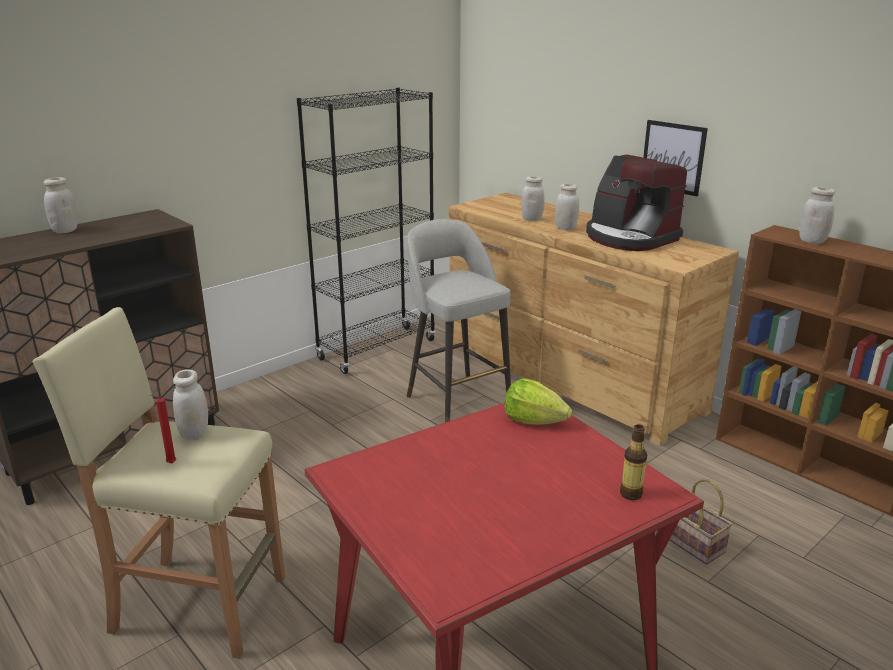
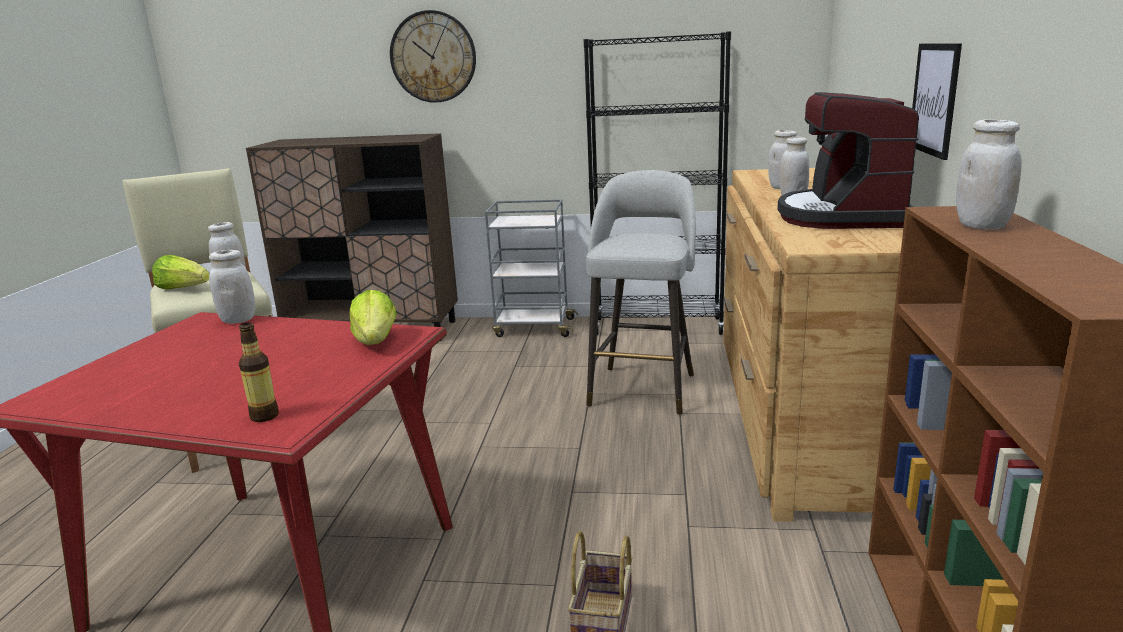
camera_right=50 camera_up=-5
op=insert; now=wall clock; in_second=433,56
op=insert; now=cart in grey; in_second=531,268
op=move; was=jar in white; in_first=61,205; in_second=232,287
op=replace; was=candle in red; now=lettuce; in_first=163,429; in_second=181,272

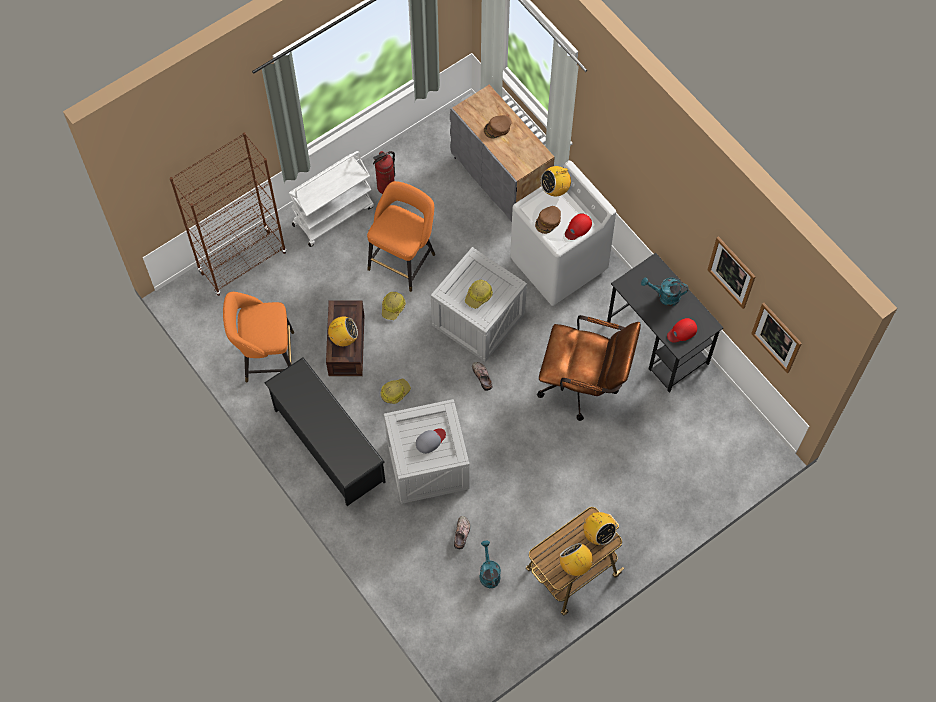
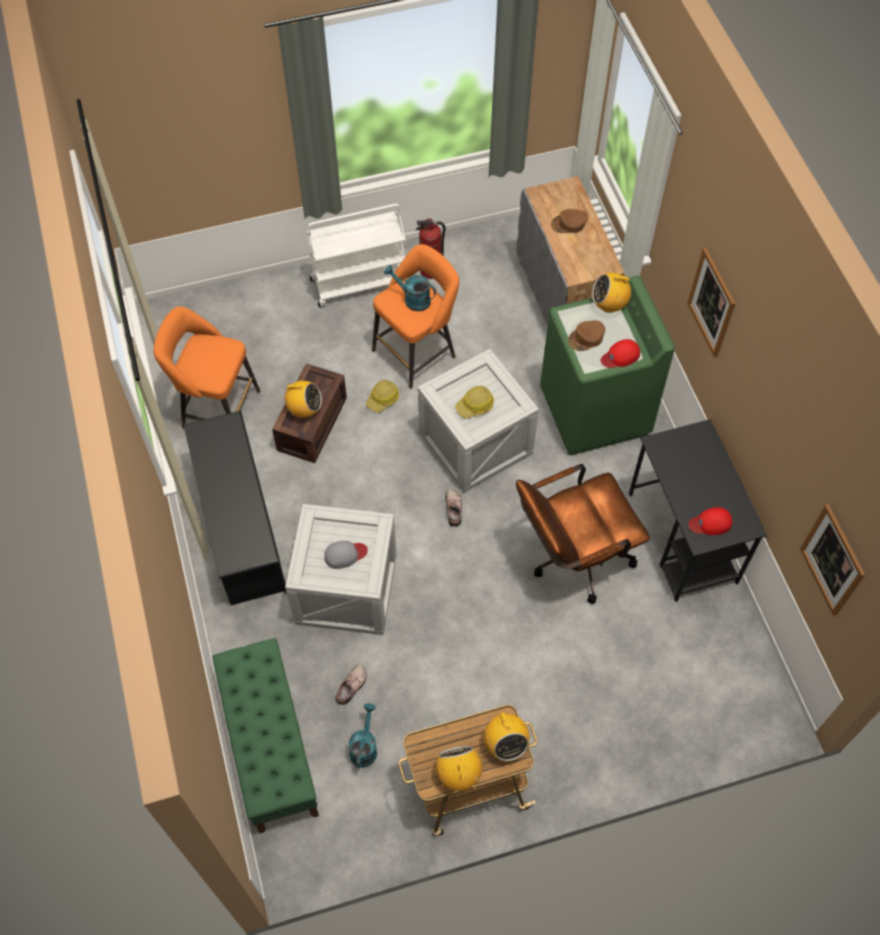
camera_right=20 camera_up=-5
op=delete; was=bookcase in brown; in_first=228,214
op=delete; was=hard hat; in_first=396,391
op=insert; now=bench in green; in_second=265,735
op=move; was=watering can in turquoise; in_first=664,291; in_second=410,288
op=move; was=picture; in_first=732,273; in_second=711,302
op=recolor; was=washing machine in white; now=washing machine in green; in_first=563,233; in_second=607,365
op=rotate; was=office chair in brown; in_first=589,368; in_second=583,534; clockwise=120

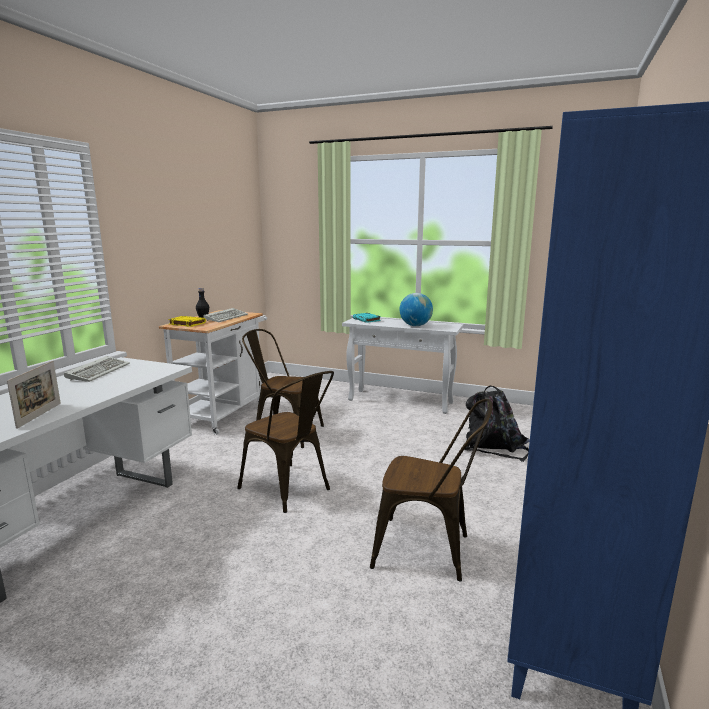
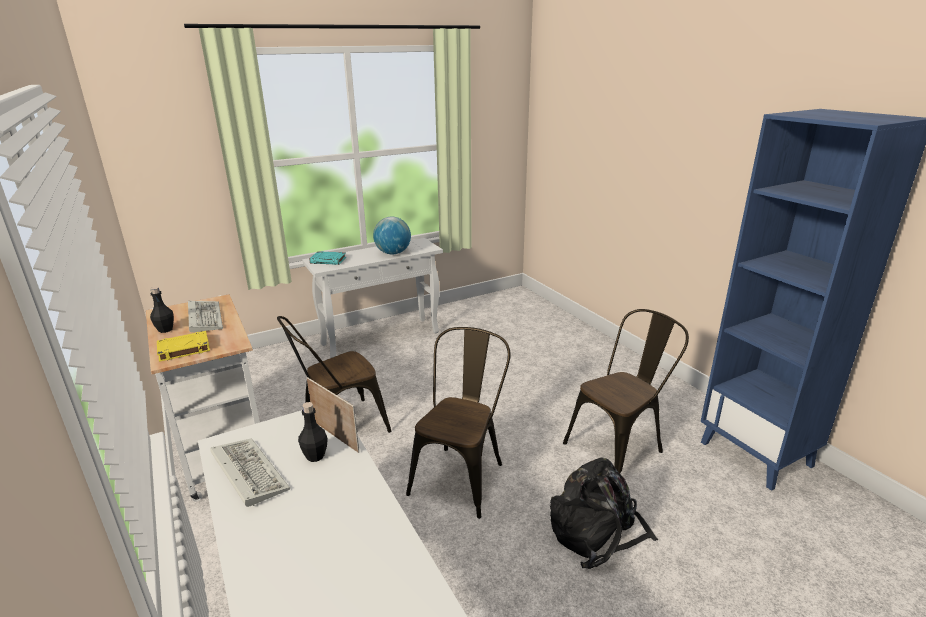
camera_right=-50 camera_up=10
op=insert; now=bottle in black; in_second=313,432
op=move; was=picture frame; in_first=34,395; in_second=333,415
op=move; was=backpack in black; in_first=497,424; in_second=604,513
op=rotate; was=chair in brown; in_first=285,442; in_second=458,423; clockwise=-60

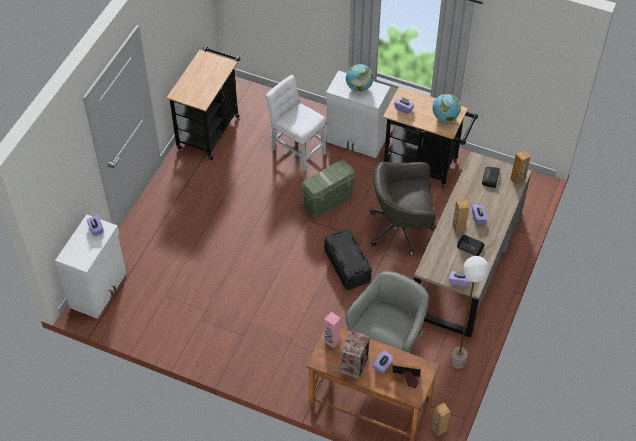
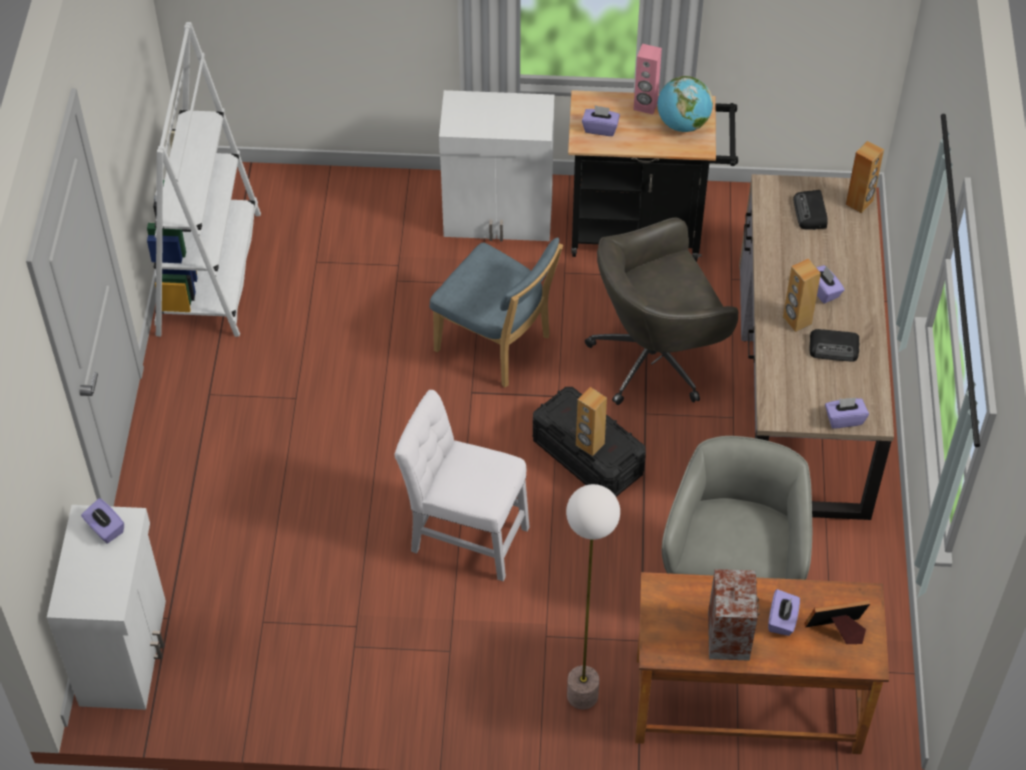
camera_right=-20 camera_up=0
op=delete; was=globe; in_first=360,78
op=move; was=chair in white; in_first=295,123; in_second=462,485
op=move; was=speaker in pink; in_first=332,330; in_second=647,79
op=move; was=speaker in brown; in_first=441,419; in_second=591,421
op=move; was=floor lamp; in_first=470,312; in_second=593,596
op=replace; was=cart in black; now=bookcase in white; in_first=203,103; in_second=204,179
op=replace; was=storage box in green; now=chair in blue; in_first=328,189; in_second=496,312

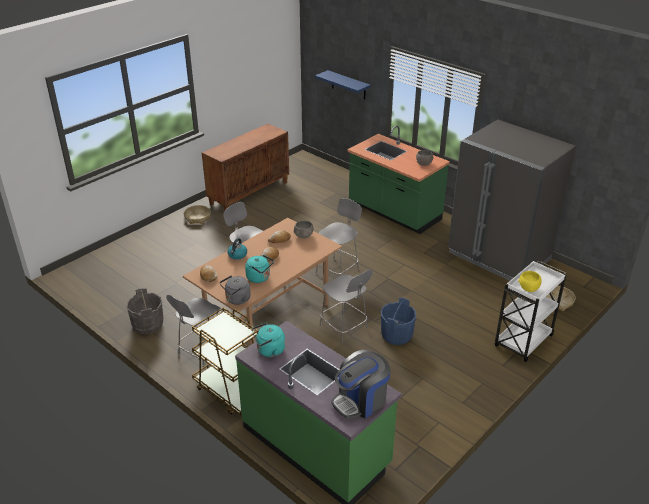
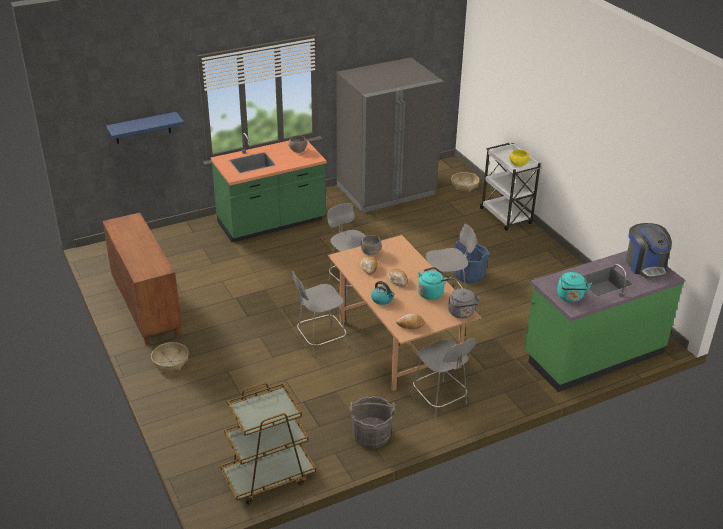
camera_right=-70 camera_up=0
op=move; was=cart in brown; in_first=225,361; in_second=268,444

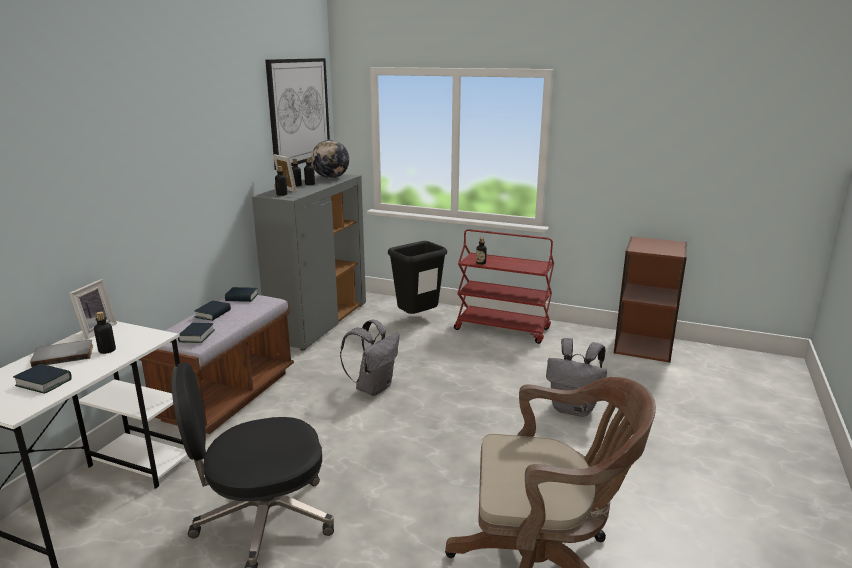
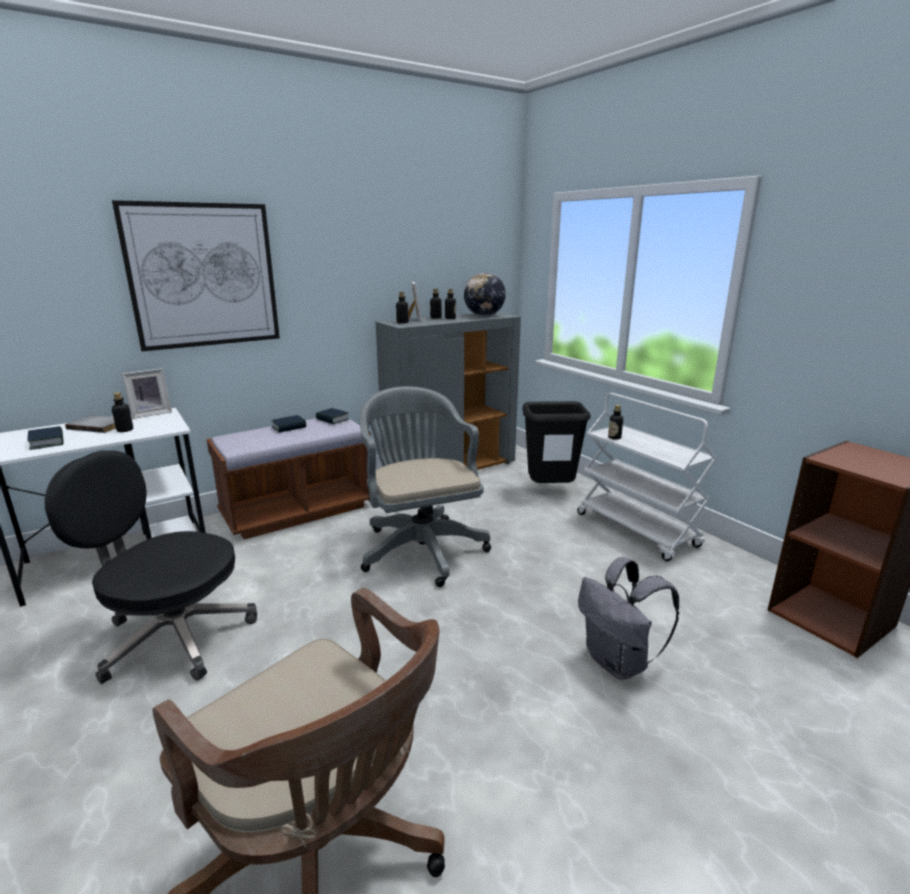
camera_right=35 camera_up=0
op=delete; was=book; in_first=196,333
op=move; was=picture; in_first=297,114; in_second=196,275
op=replace; was=backpack in grey; now=office chair in grey; in_first=369,357; in_second=425,486
op=recolor; was=cart in red; now=cart in white; in_first=504,286; in_second=647,477

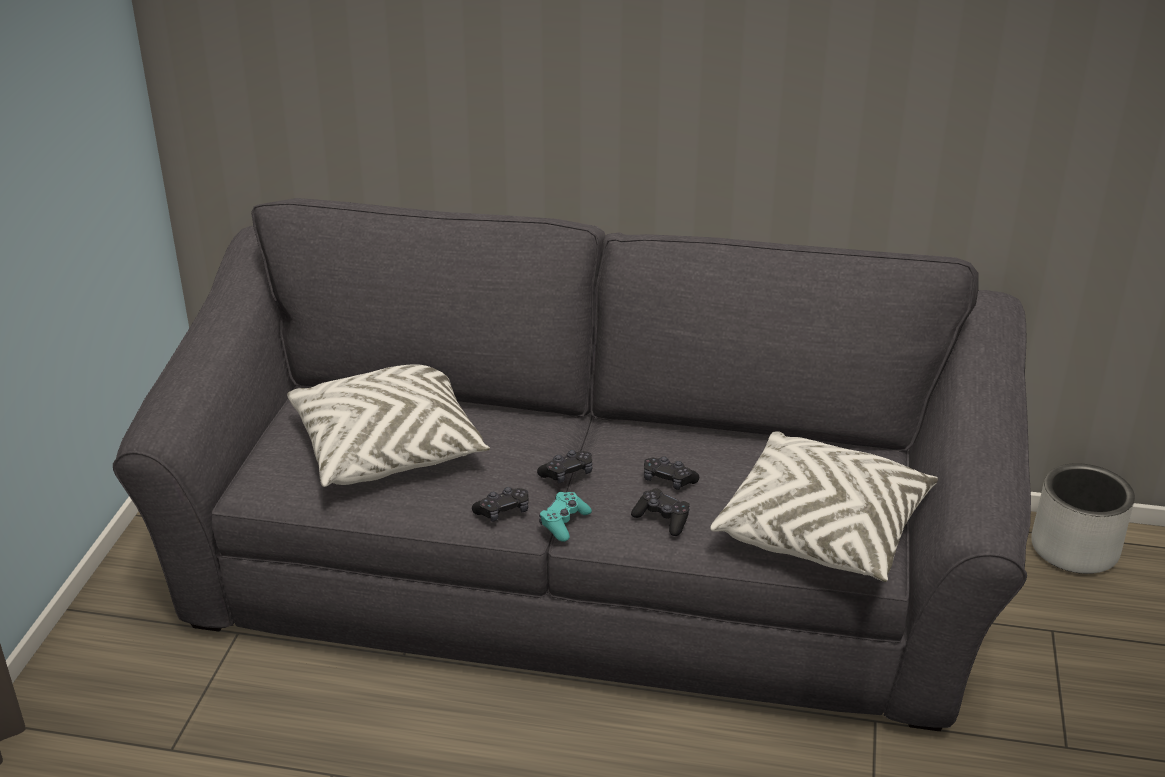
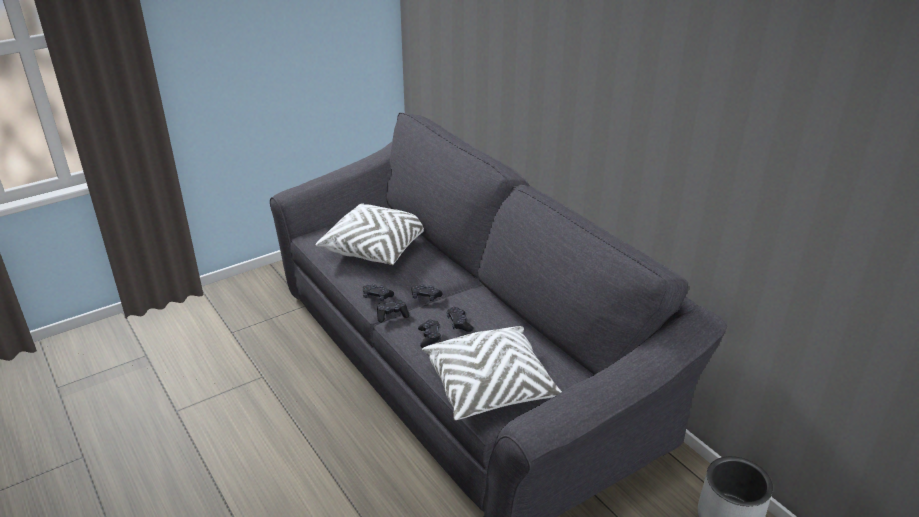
camera_right=45 camera_up=0
op=recolor; was=game controller in turquoise; now=game controller in black; in_first=565,517; in_second=393,311

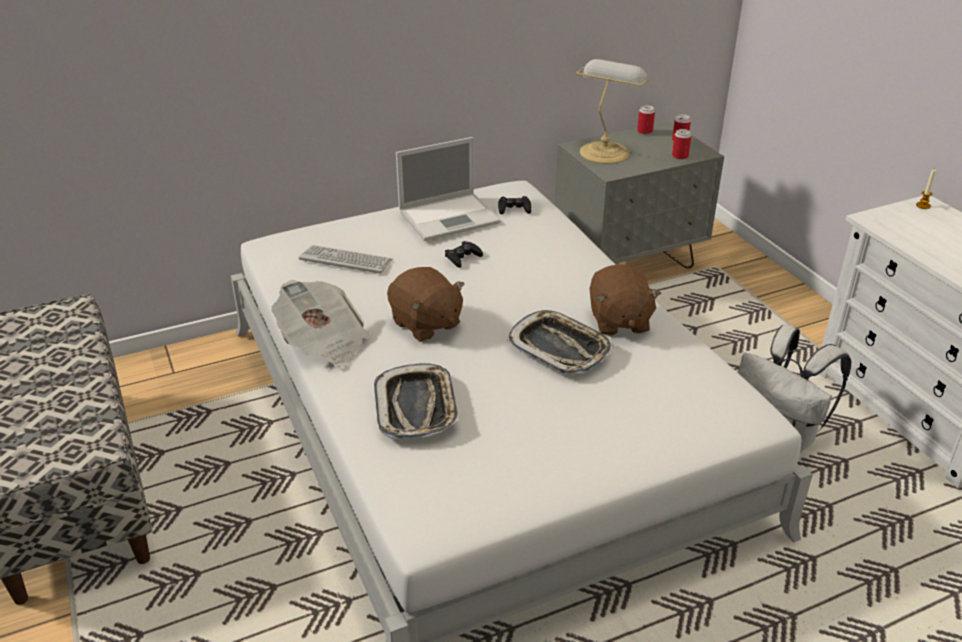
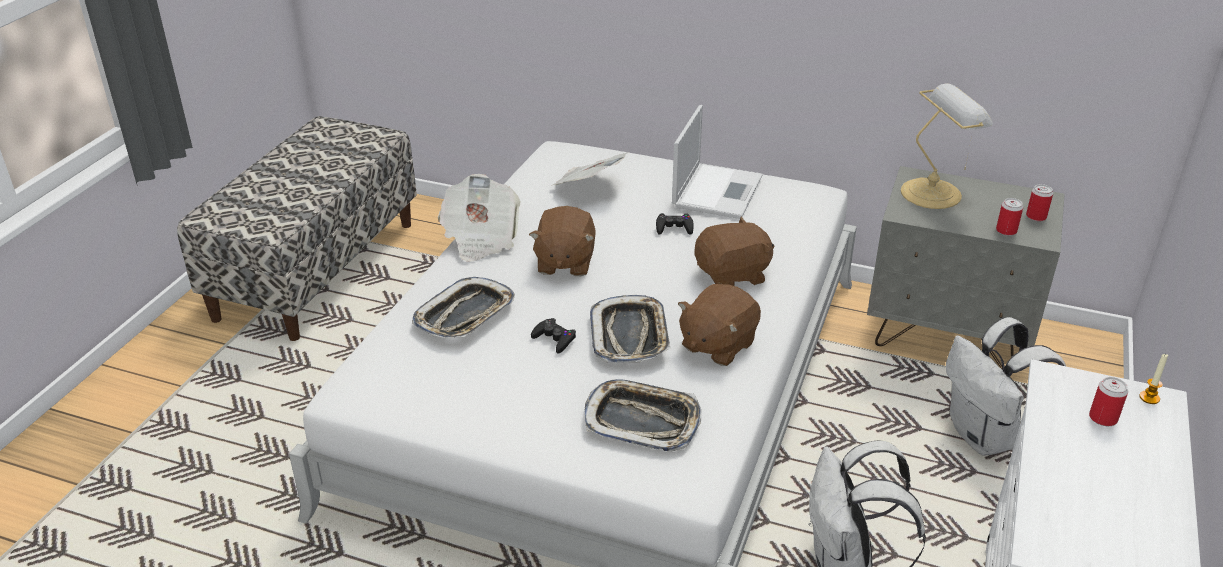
camera_right=45 camera_up=0
op=insert; now=tray; in_second=643,415
op=insert; now=plush toy in brown; in_second=734,251
op=insert; now=backpack in white; in_second=1006,386
op=move; was=game controller in black; in_first=514,205; in_second=553,336
op=move; was=can; in_first=646,120; in_second=1108,401
op=replace; was=keyboard; now=newspaper; in_first=346,259; in_second=590,169
op=rotate; was=laptop; in_first=448,189; in_second=717,162; clockwise=-90

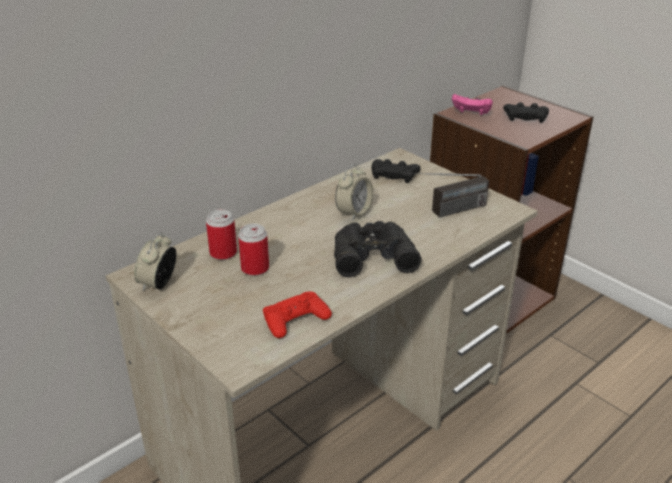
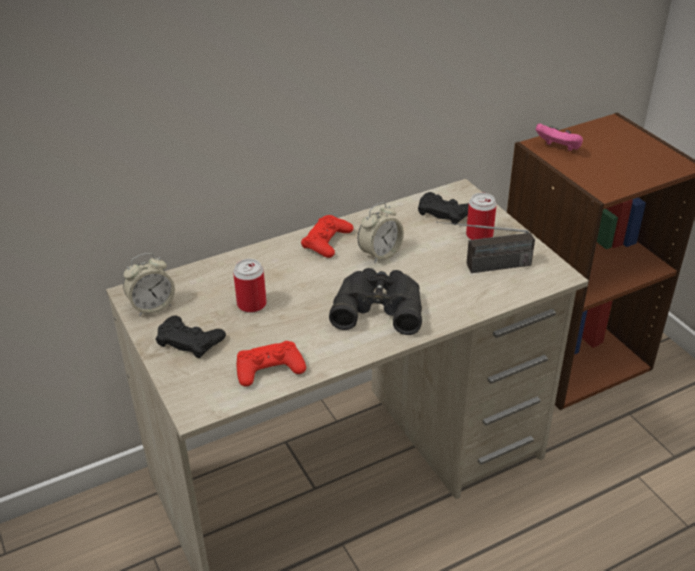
camera_right=15 camera_up=5
op=insert; now=game controller in red; in_second=327,236
op=move; was=can; in_first=221,234; in_second=481,216
op=move; was=game controller in black; in_first=526,112; in_second=191,336
op=rotate; was=alarm clock; in_first=155,261; in_second=149,284; clockwise=-150

